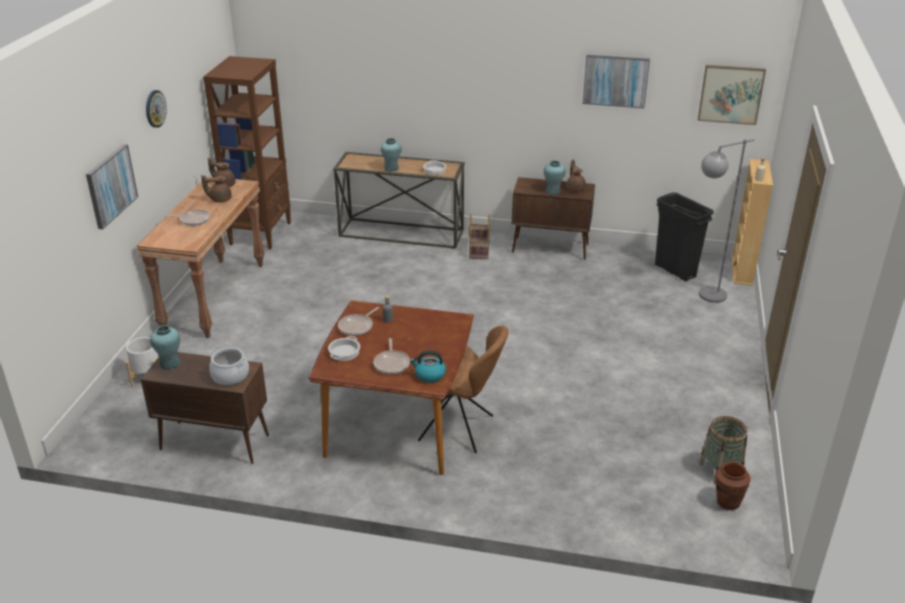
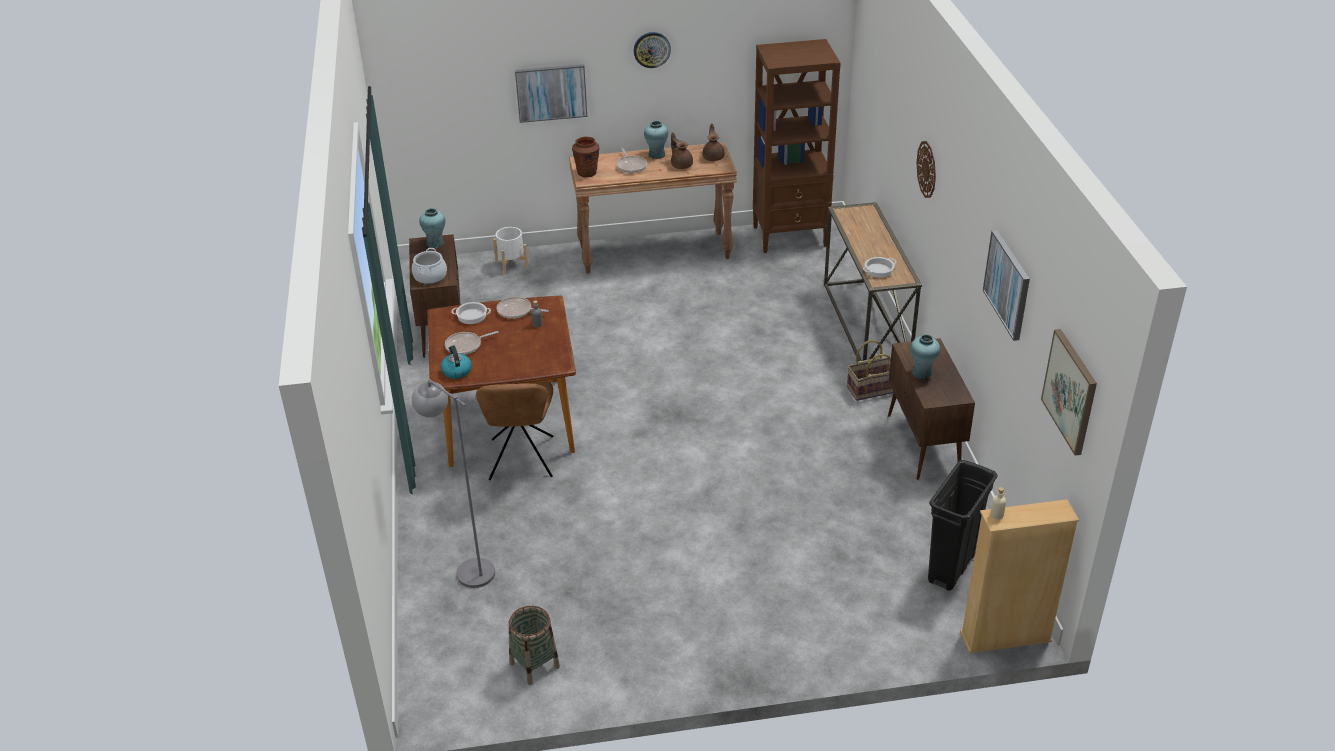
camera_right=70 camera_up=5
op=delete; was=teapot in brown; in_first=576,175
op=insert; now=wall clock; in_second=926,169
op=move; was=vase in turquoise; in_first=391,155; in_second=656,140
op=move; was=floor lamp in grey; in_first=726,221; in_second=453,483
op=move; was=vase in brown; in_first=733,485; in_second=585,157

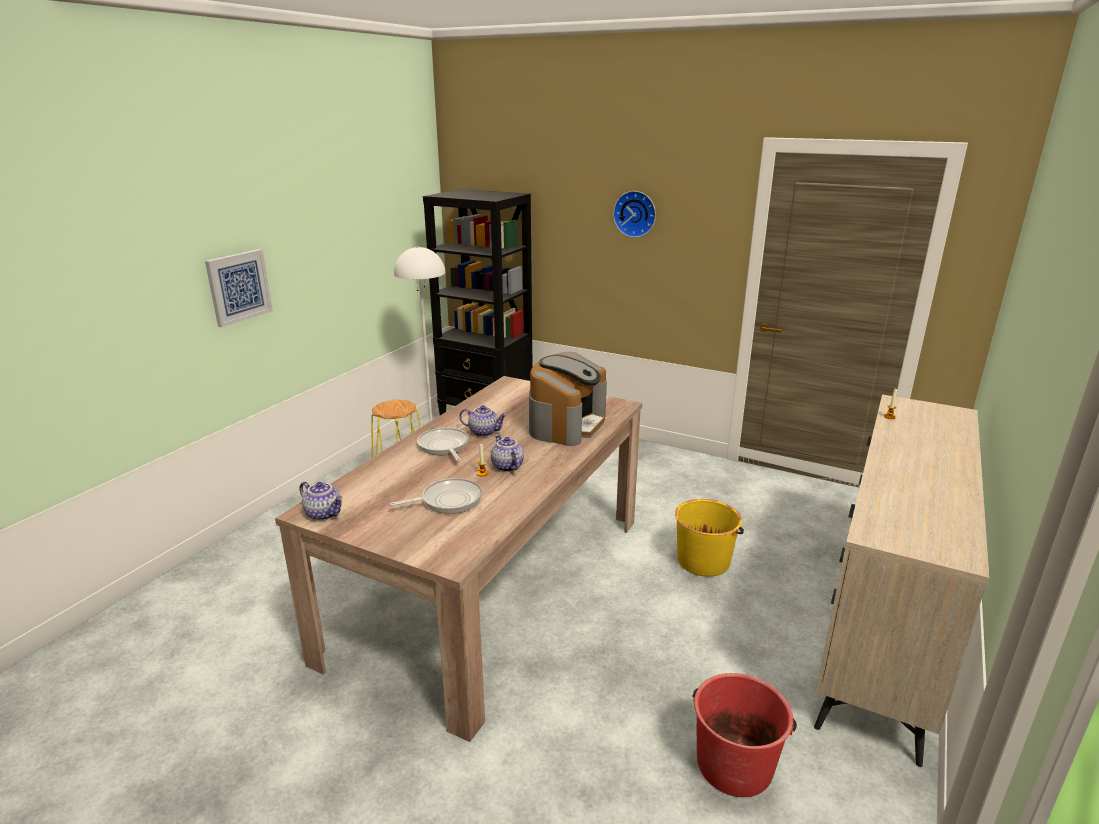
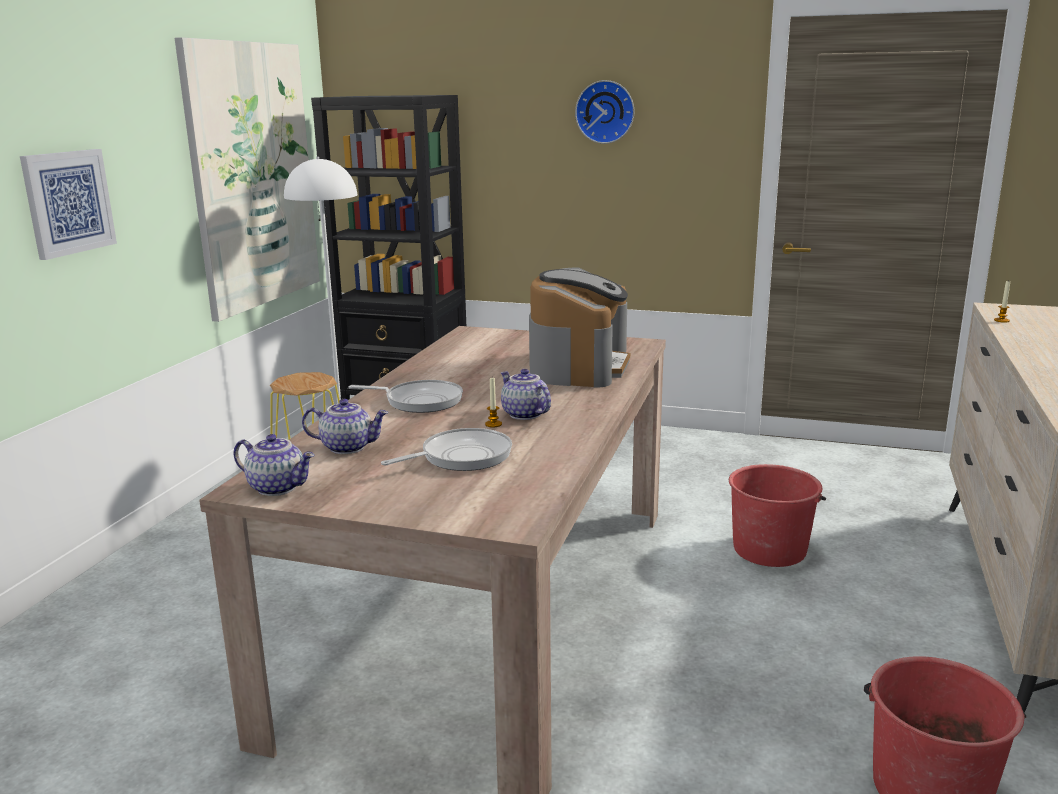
camera_right=-10 camera_up=-5
op=insert; now=picture; in_second=247,179
op=move; was=teapot; in_first=483,421; in_second=345,426
op=recolor; was=bucket in yellow; now=bucket in red; in_first=709,538; in_second=777,515
op=rotate; was=frying pan; in_first=443,445; in_second=406,396; clockwise=135

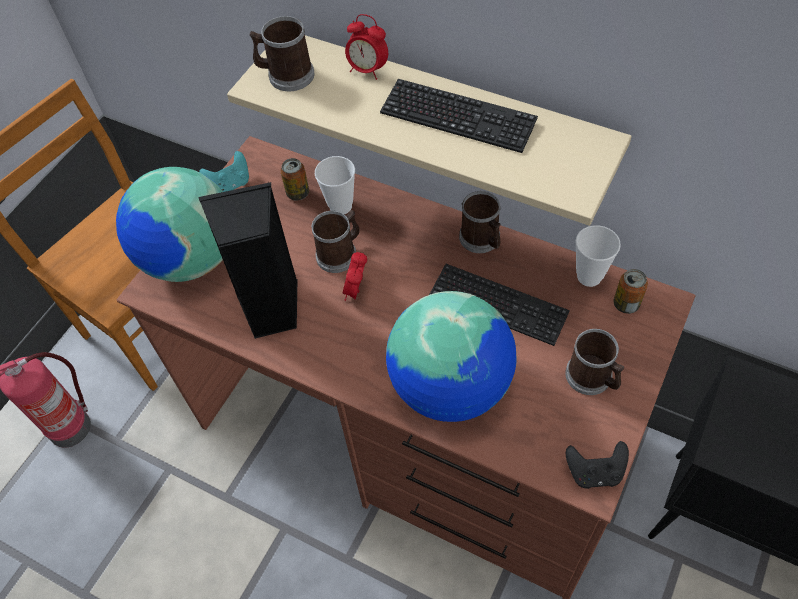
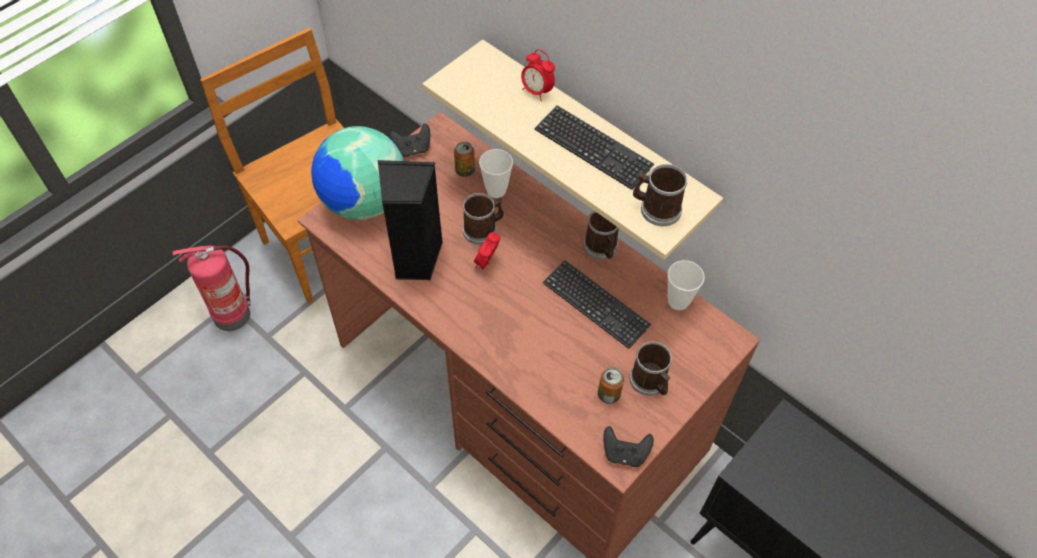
camera_right=10 camera_up=0
op=delete; was=globe; in_first=451,356
op=move; was=mug; in_first=282,53; in_second=660,195
op=move; was=can; in_first=630,291; in_second=611,385
op=recolor; was=game controller in turquoise; now=game controller in black; in_first=224,171; in_second=410,140

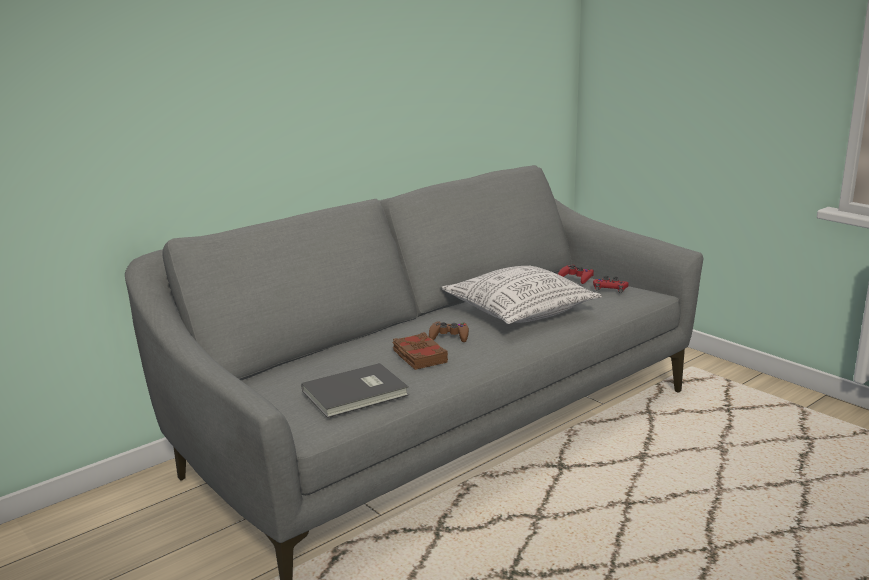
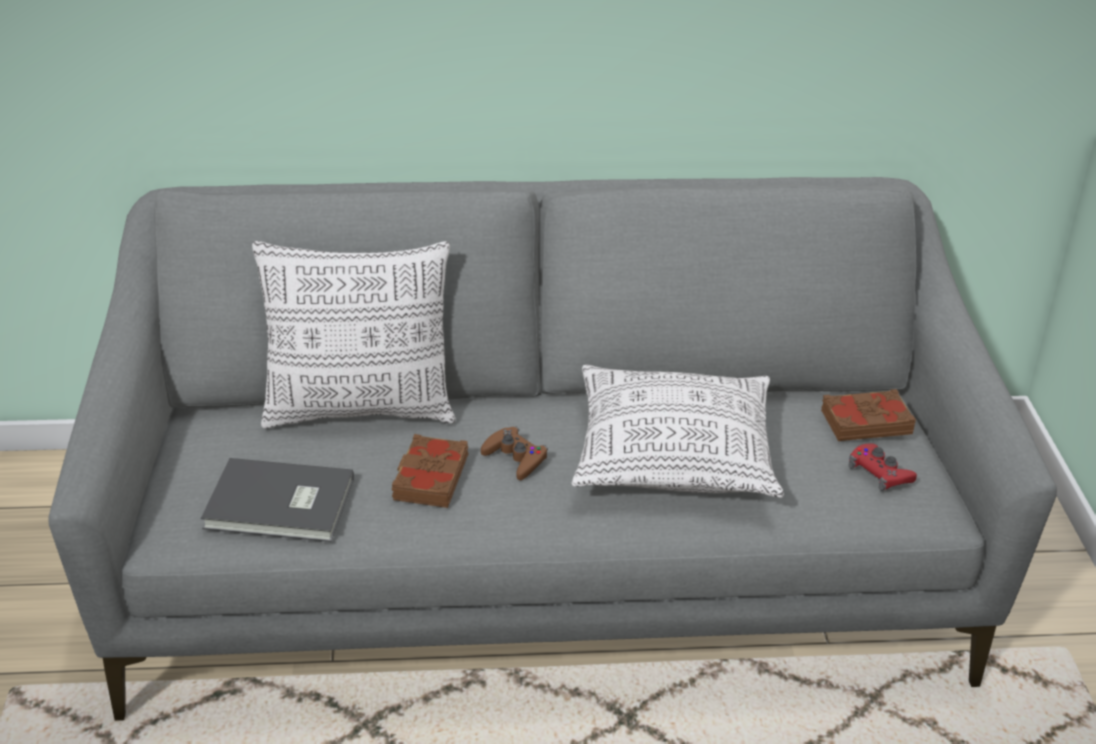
camera_right=35 camera_up=15
op=insert; now=pillow; in_second=354,334
op=replace; was=game controller in red; now=book in brown; in_first=576,274; in_second=868,415

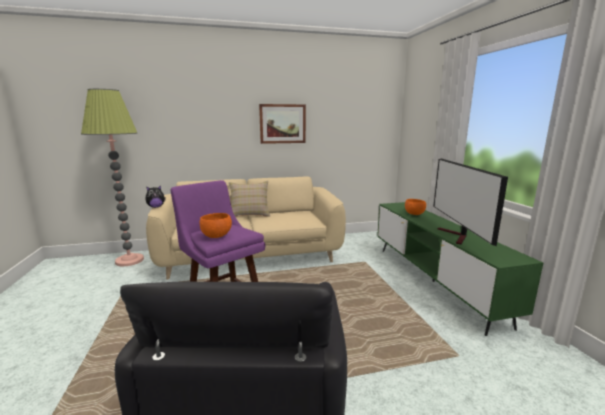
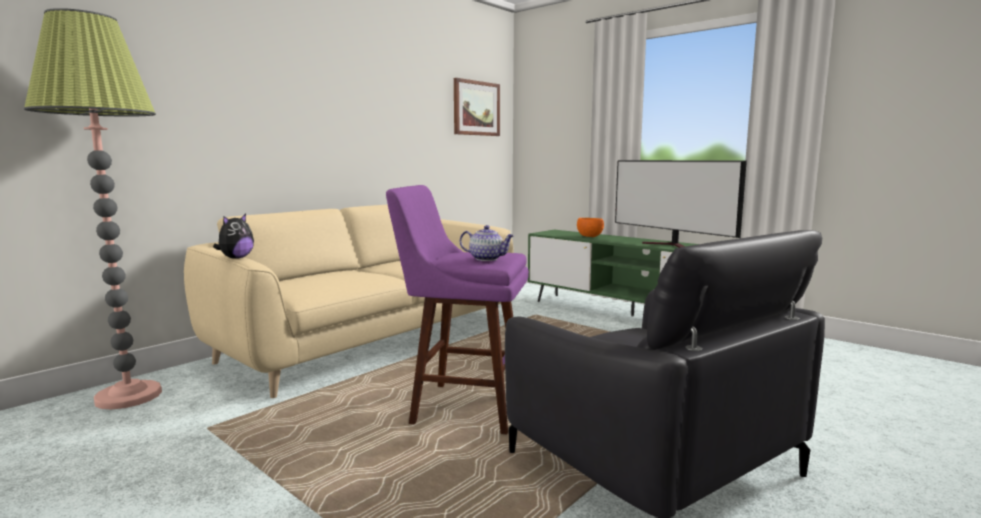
camera_right=-35 camera_up=-5
op=delete; was=pillow in beige; in_first=249,198
op=move; was=picture; in_first=282,124; in_second=477,107
op=replace; was=bowl in orange; now=teapot; in_first=216,225; in_second=487,243

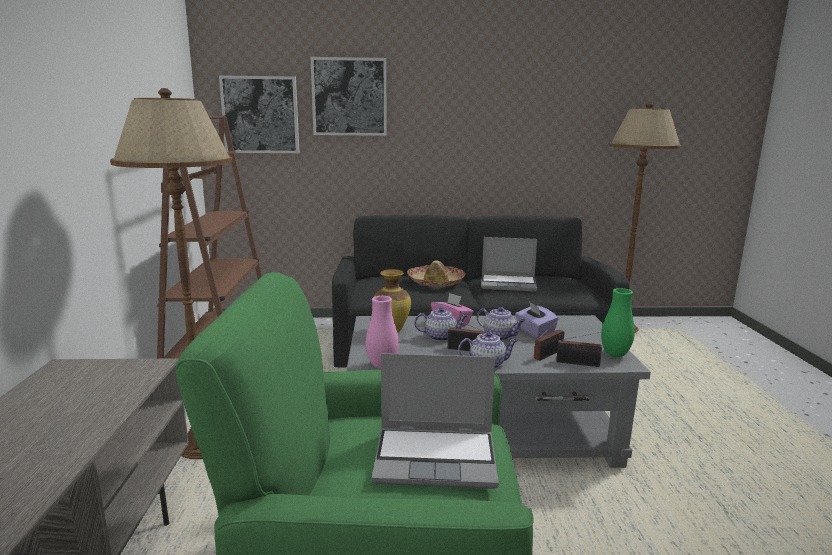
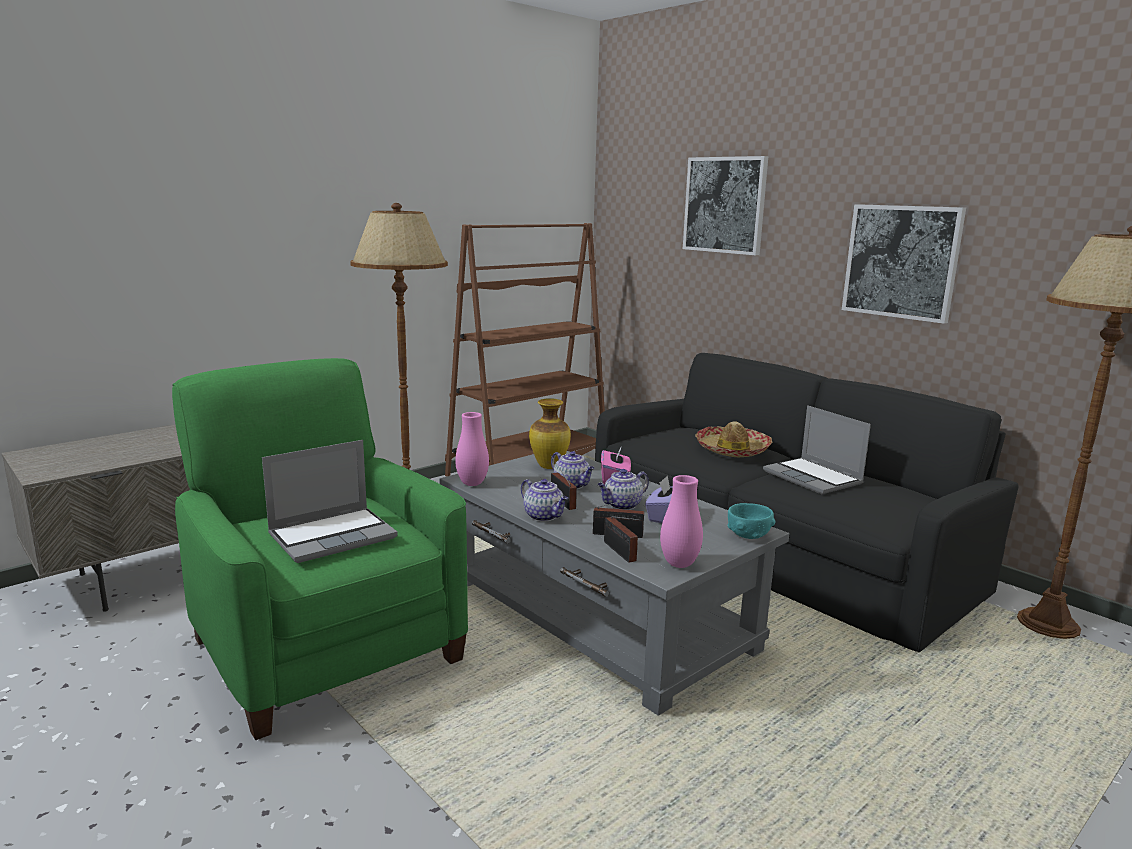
camera_right=50 camera_up=0
op=insert; now=bowl in turquoise; in_second=751,521
op=move; was=picture; in_first=259,114; in_second=904,264
op=recolor; was=vase in green; now=vase in pink; in_first=618,322; in_second=681,521
op=rotate; was=laptop; in_first=435,421; in_second=330,501; clockwise=-90
op=rotate; was=teapot; in_first=501,323; in_second=623,489; clockwise=60

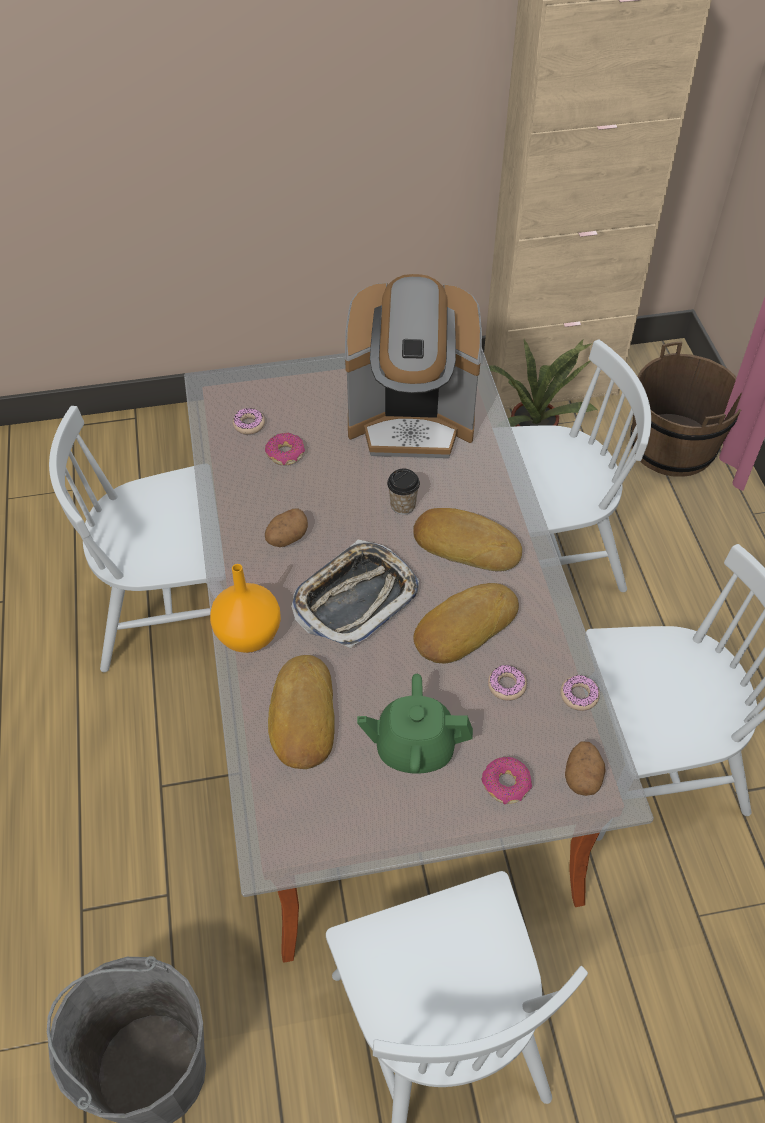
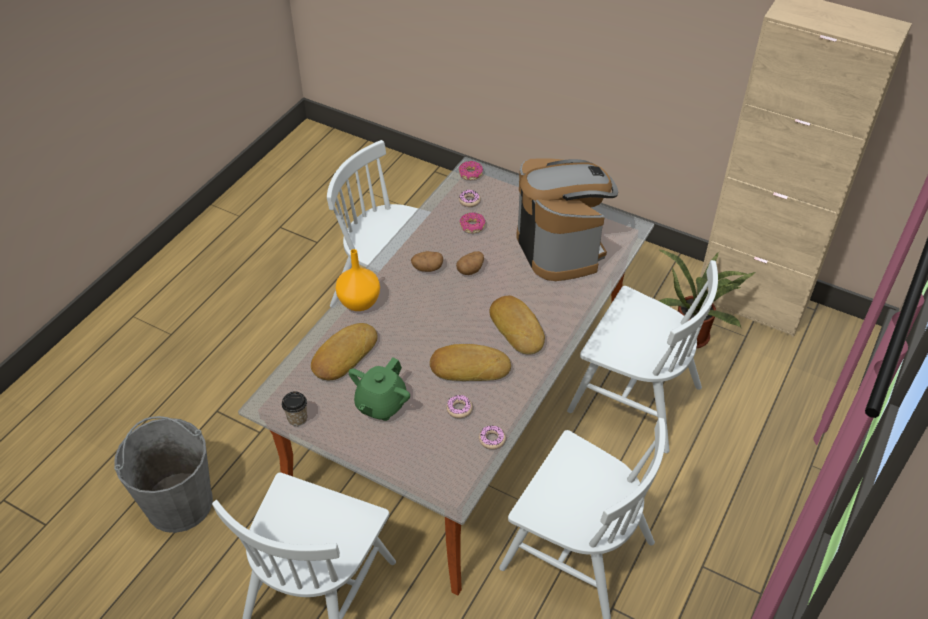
camera_right=40 camera_up=-5
op=delete; was=tray; in_first=355,594
op=delete; was=bucket in brown; in_first=686,409
op=move; was=cup; in_first=403,492; in_second=294,408
op=move; was=donut; in_first=507,781; in_second=471,170
op=move; was=potato; in_first=585,769; in_second=470,263
op=rotate; was=coffee machine; in_first=413,366; in_second=567,219; clockwise=-150
op=rotate; was=teapot in green; in_first=415,724; in_second=379,389; clockwise=-105

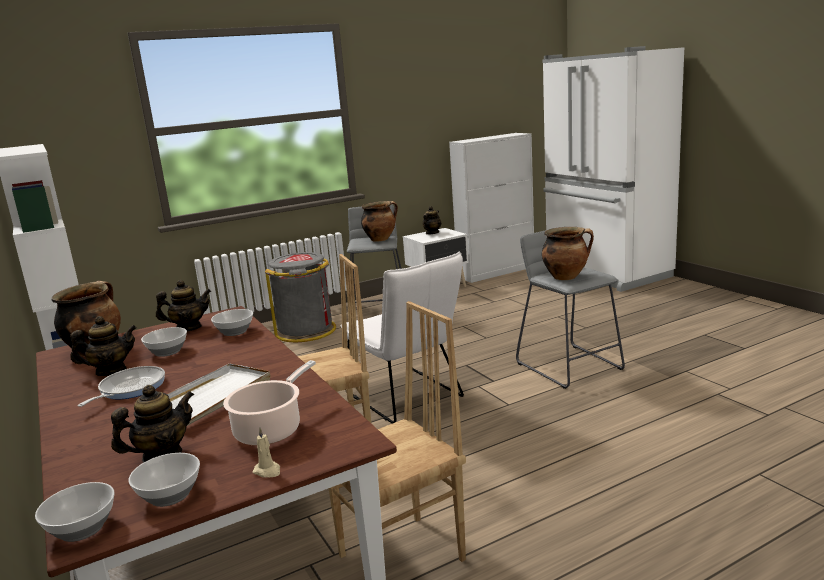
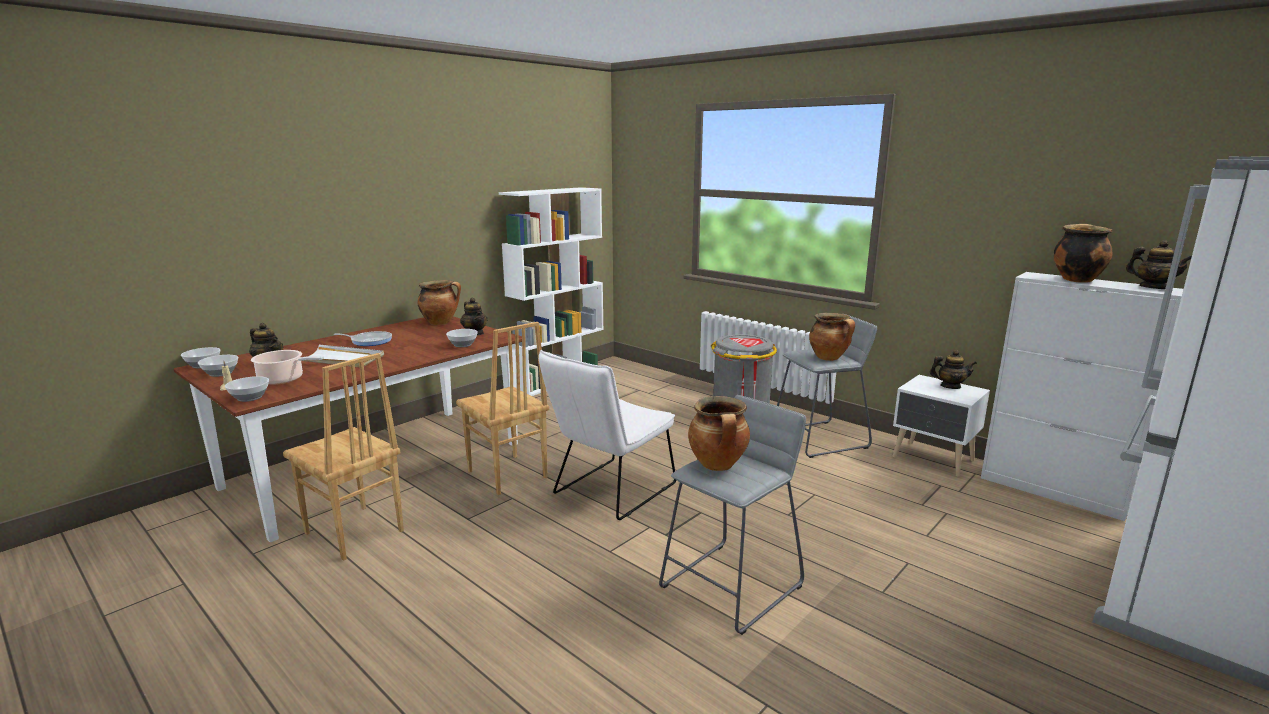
camera_right=70 camera_up=0
op=insert; now=cooking pot; in_second=1083,253
op=move; was=teapot; in_first=103,346; in_second=1159,264
op=move; was=bowl; in_first=164,342; in_second=247,389

